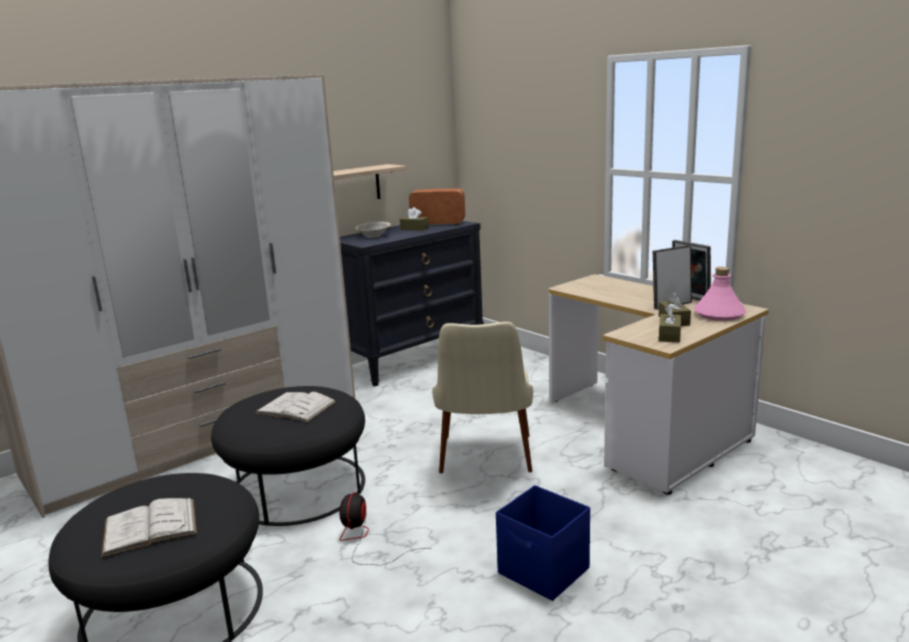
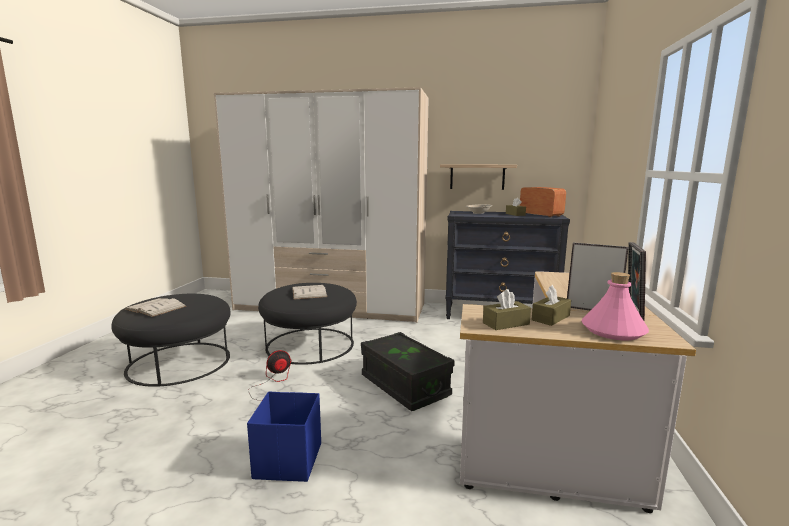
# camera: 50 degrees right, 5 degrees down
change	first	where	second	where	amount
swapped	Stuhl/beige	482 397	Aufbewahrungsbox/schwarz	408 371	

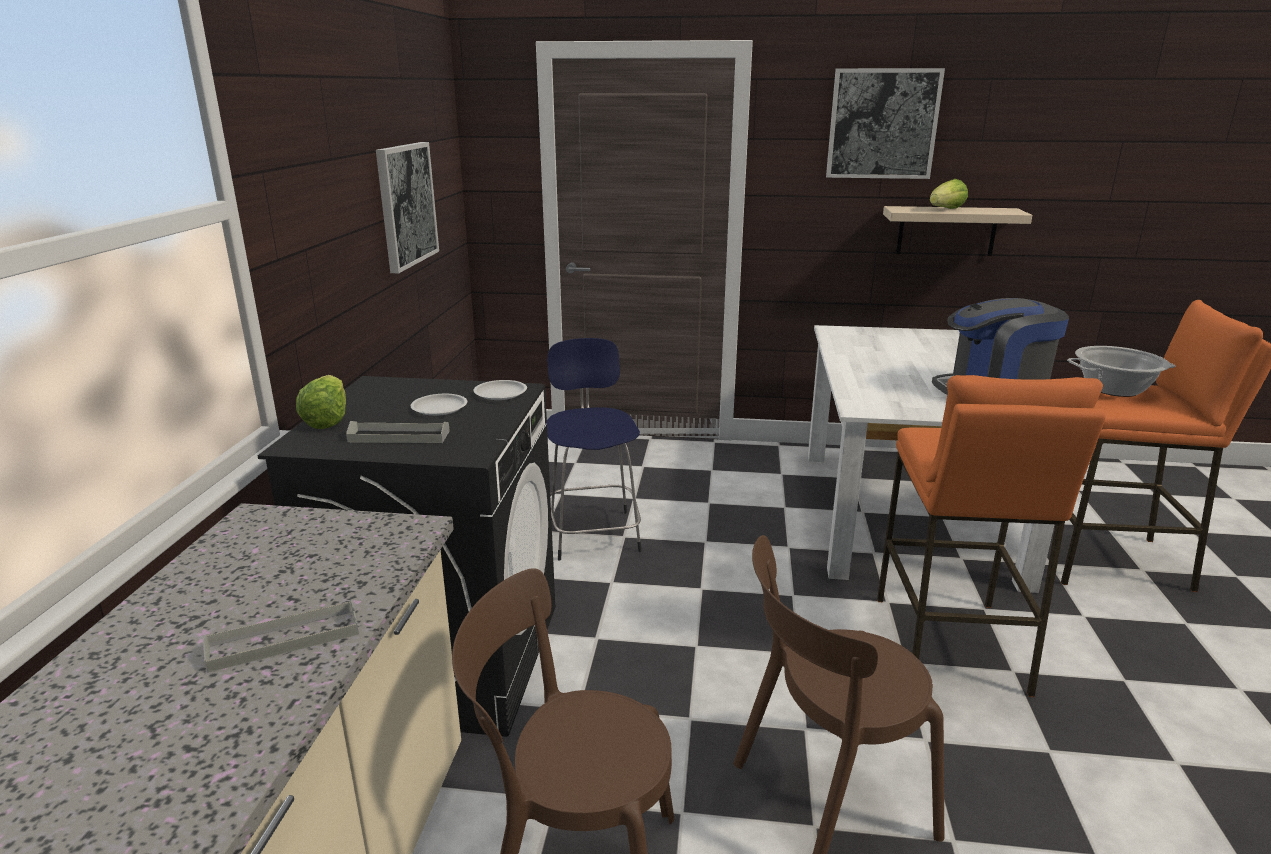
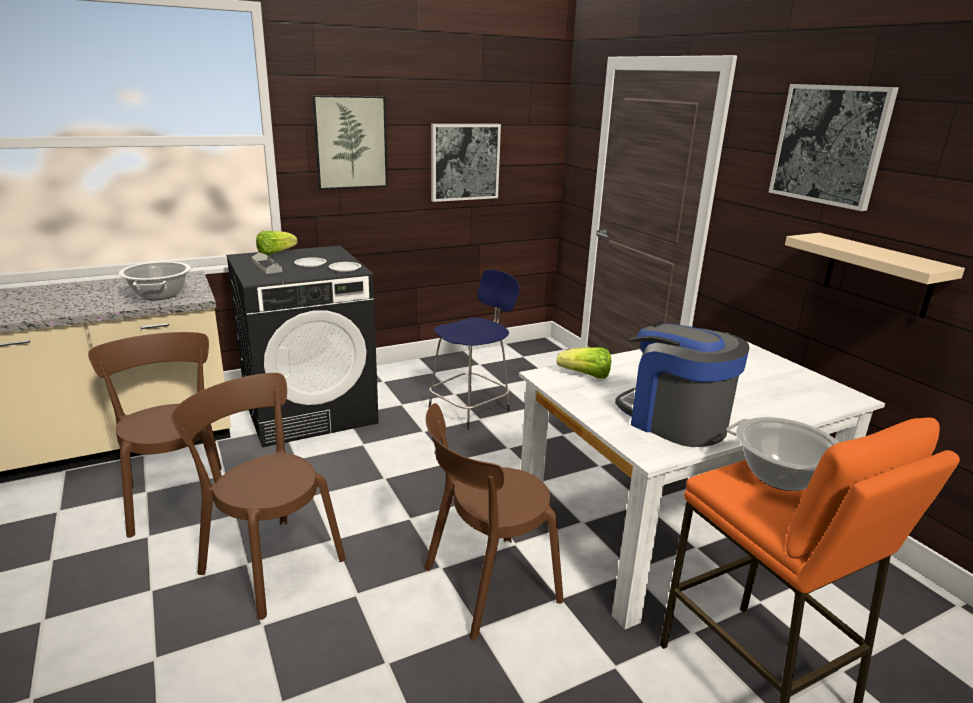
# camera: 55 degrees right, 0 degrees up
change	first	where	second	where	amount
shifted	Salatkopf	949 194		583 363	
swapped	Hocker/orange	991 536	Stuhl/braun	494 521	
gone	Tablett/grau	281 636			
new			Bild	350 142	
new			Kochtopf	154 280	

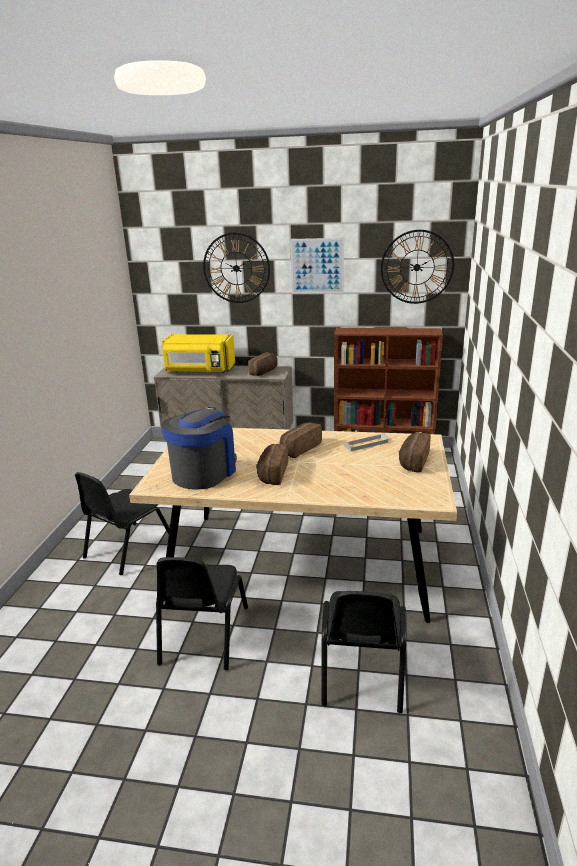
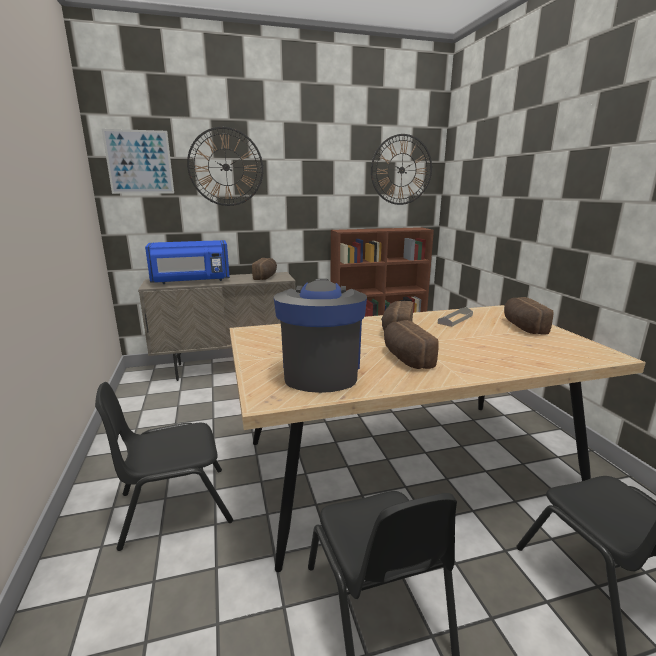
# camera: 25 degrees left, 5 degrees down
change	first	where	second	where	amount
shifted	Bild	317 265		138 161	
repainted	Mikrowelle/gelb	198 353	Mikrowelle/blau	187 262	
rotated	Stuhl/schwarz	122 523		164 466	60 degrees clockwise

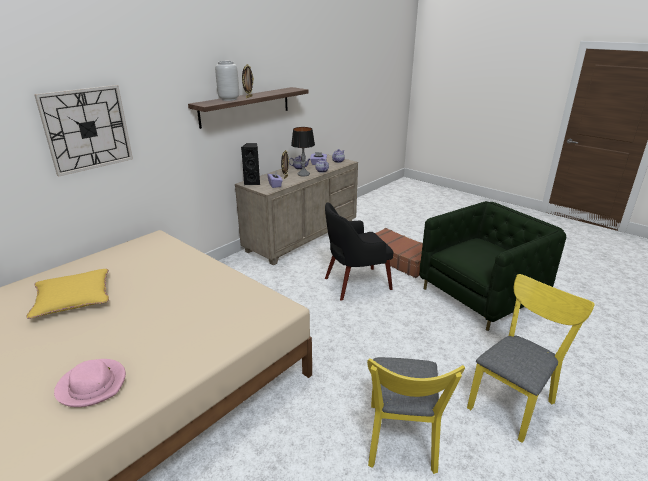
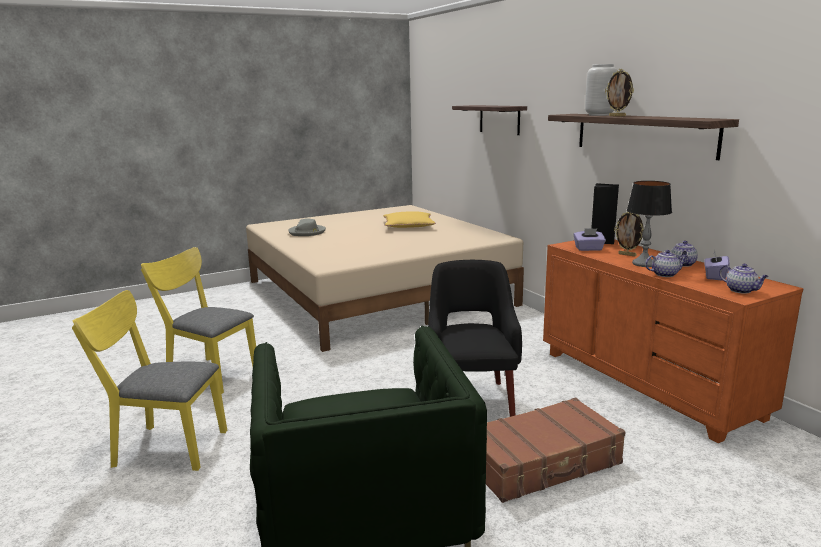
# camera: 110 degrees right, 10 degrees down
change	first	where	second	where	amount
swapped	Wanduhr	83 131	Wandregal	489 120	
repainted	Kommode/beige	296 209	Kommode/orange	673 341	
rotated	Stuhl/gelb	530 358		149 380	120 degrees clockwise
repainted	Hut/rosa	90 383	Hut/grau	307 227	

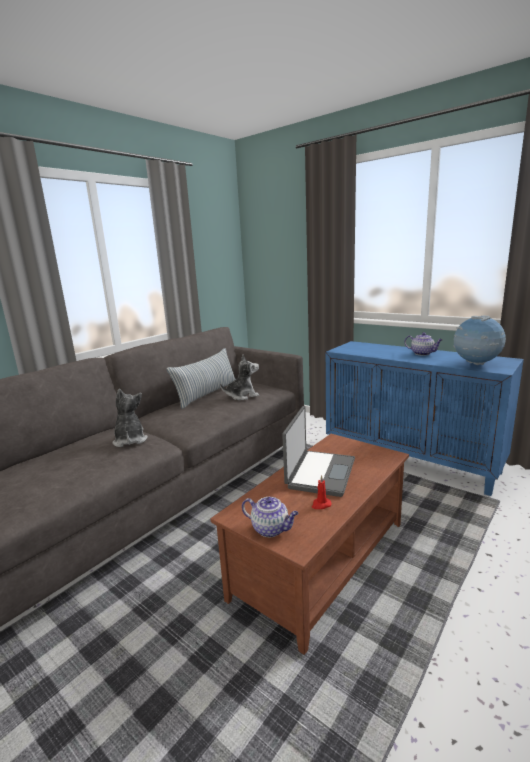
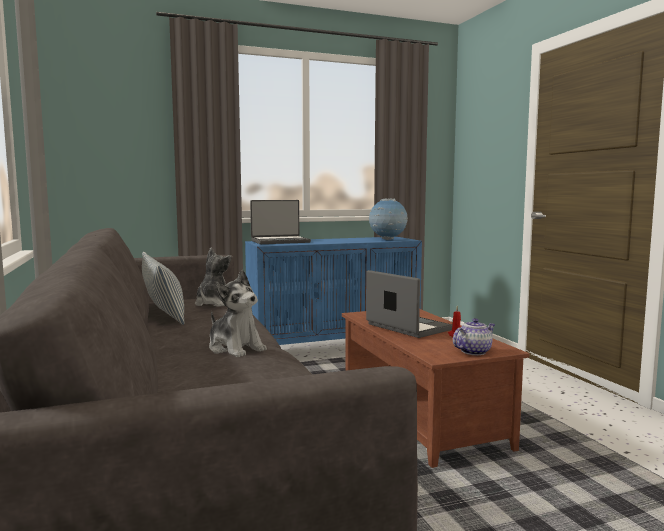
# camera: 60 degrees left, 10 degrees down
change	first	where	second	where	amount
gone	Teekanne	423 344			
rotated	Plüschtier	130 418		238 313	150 degrees counterclockwise
new			Laptop	280 222	

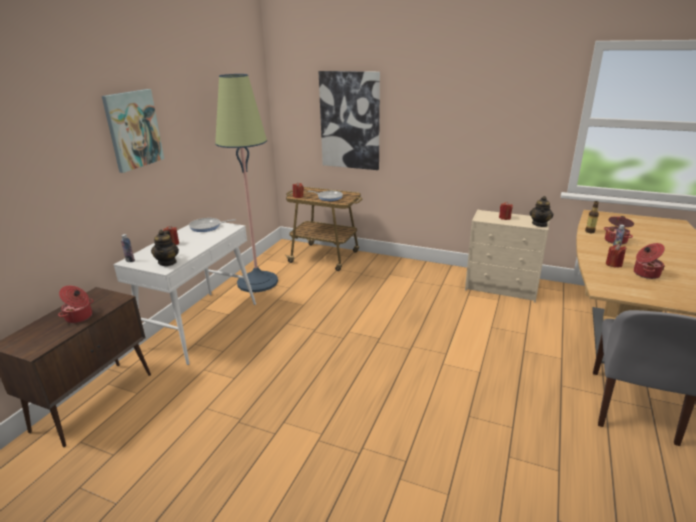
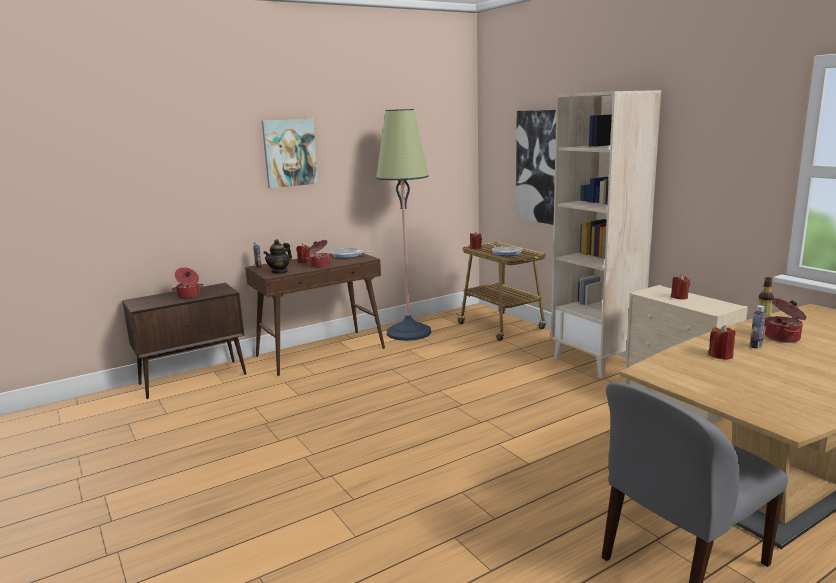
# camera: 35 degrees right, 10 degrees down
change	first	where	second	where	amount
gone	Teekanne	542 211			
repainted	Konsolentisch/weiß	184 293	Konsolentisch/braun	315 314	
shifted	Kochtopf	649 261		319 254	
new			Bücherregal/beige	606 234	

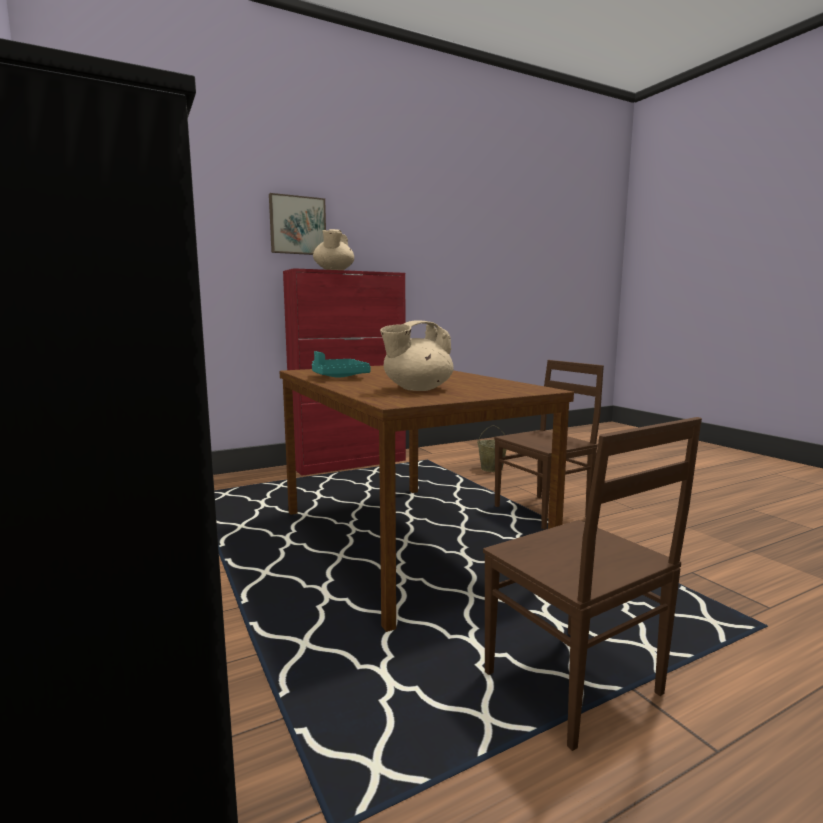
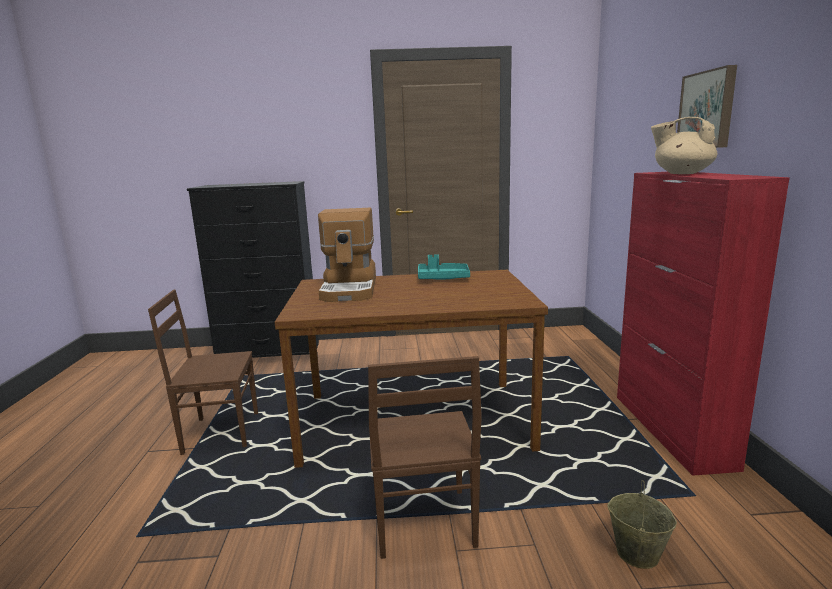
# camera: 115 degrees right, 5 degrees up
change	first	where	second	where	amount
swapped	Teekanne/beige	417 355	Kaffeemaschine	347 255	

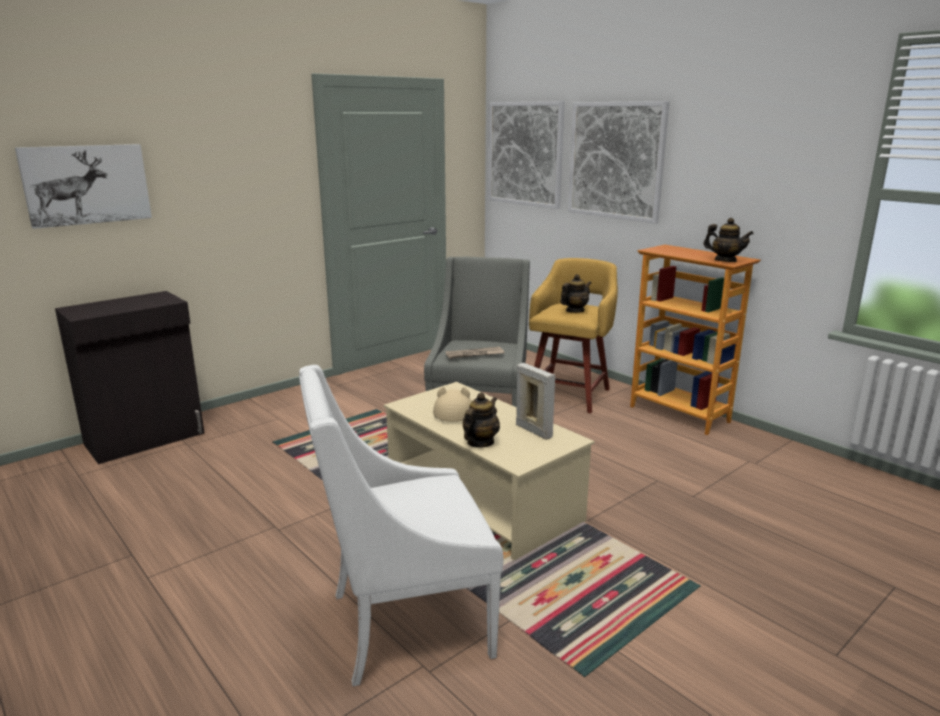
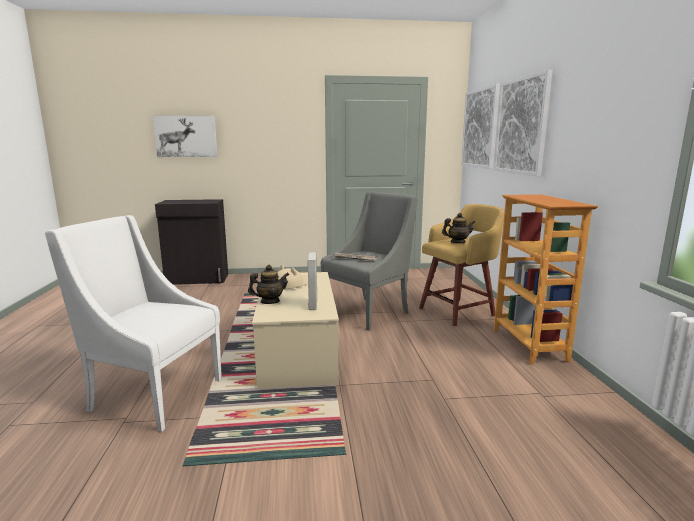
# camera: 35 degrees right, 5 degrees down
change	first	where	second	where	amount
gone	Teekanne	728 240			

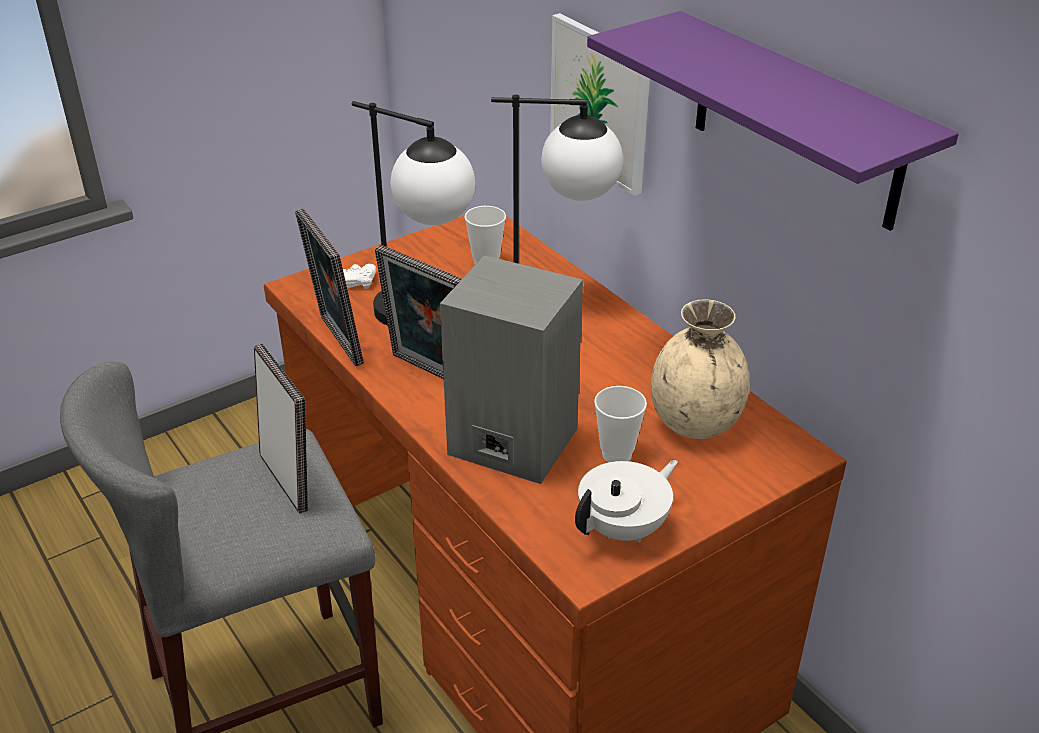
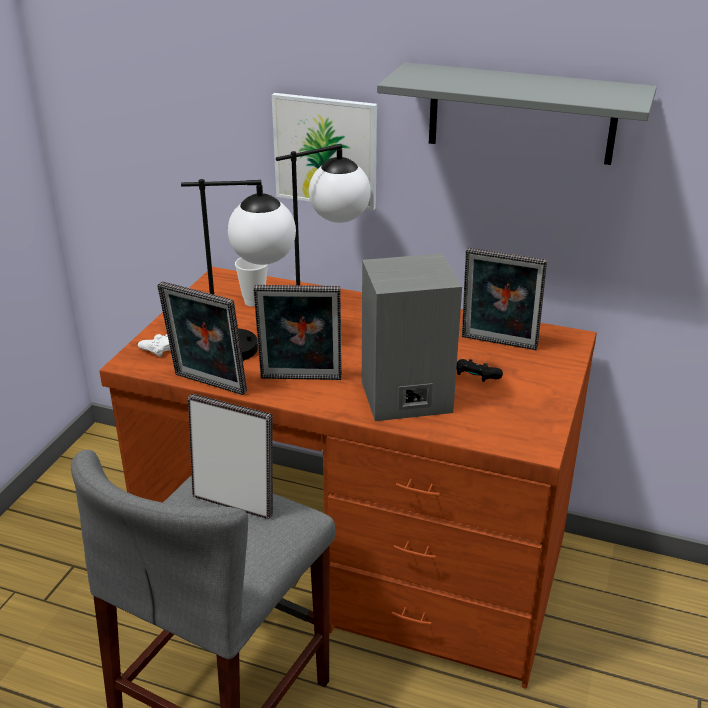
# camera: 35 degrees left, 5 degrees down
change	first	where	second	where	amount
repainted	Wandregal/lila	773 121	Wandregal/grau	517 113	
swapped	Vase/beige	700 369	Bilderrahmen	504 298	
swapped	Tasse	620 424	Gamepad/schwarz	480 370	
gone	Teekanne/weiß	626 501			

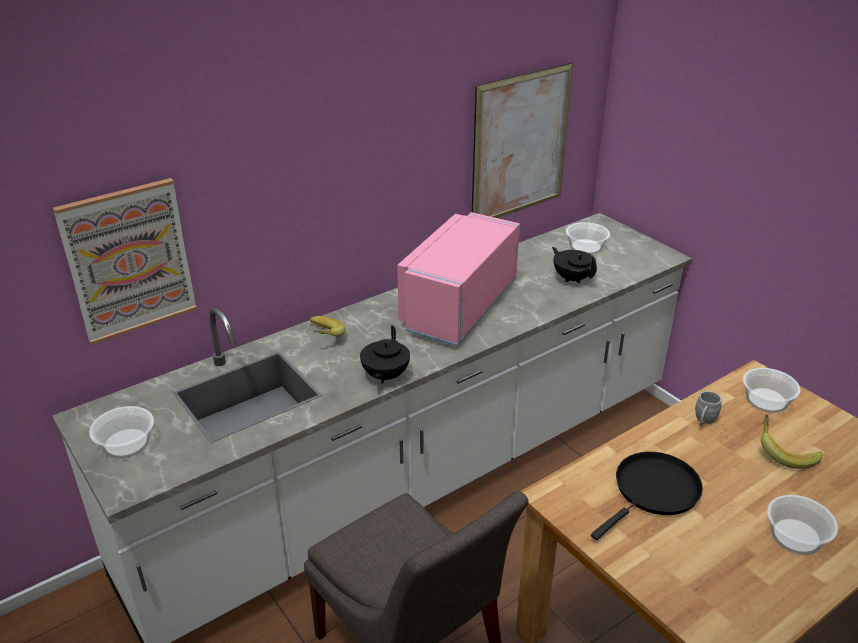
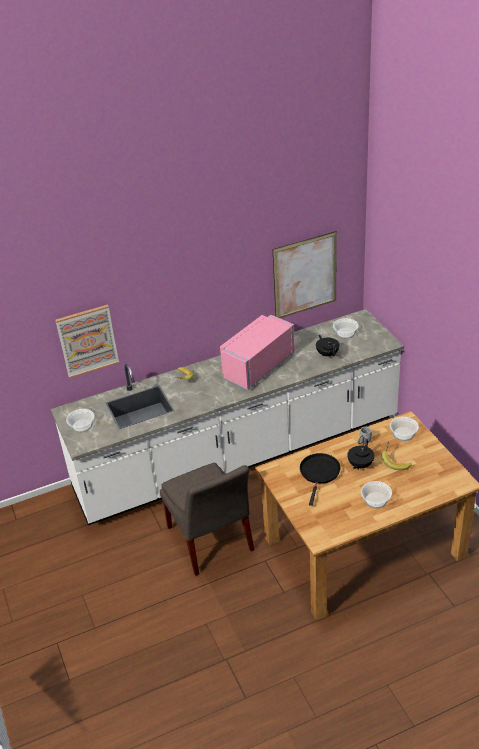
# camera: 15 degrees right, 5 degrees up
change	first	where	second	where	amount
shifted	Teekanne/schwarz	385 354		360 454	
rotated	Pfanne/schwarz	647 496		320 479	45 degrees counterclockwise

